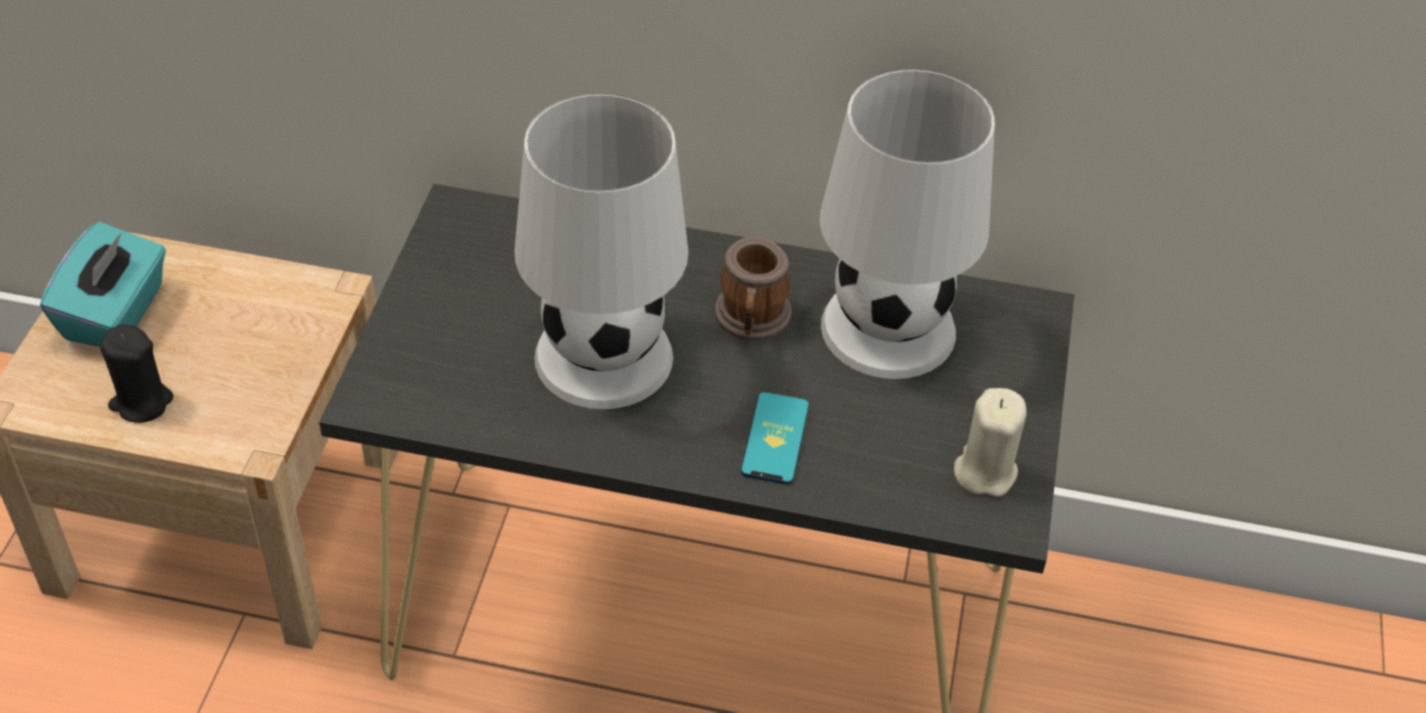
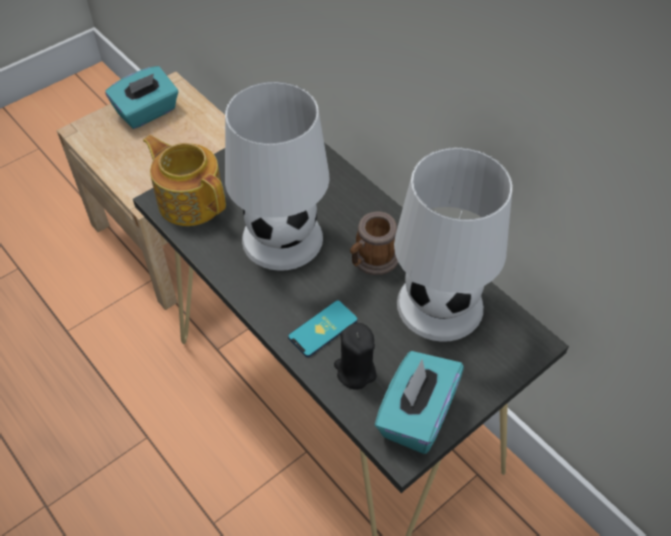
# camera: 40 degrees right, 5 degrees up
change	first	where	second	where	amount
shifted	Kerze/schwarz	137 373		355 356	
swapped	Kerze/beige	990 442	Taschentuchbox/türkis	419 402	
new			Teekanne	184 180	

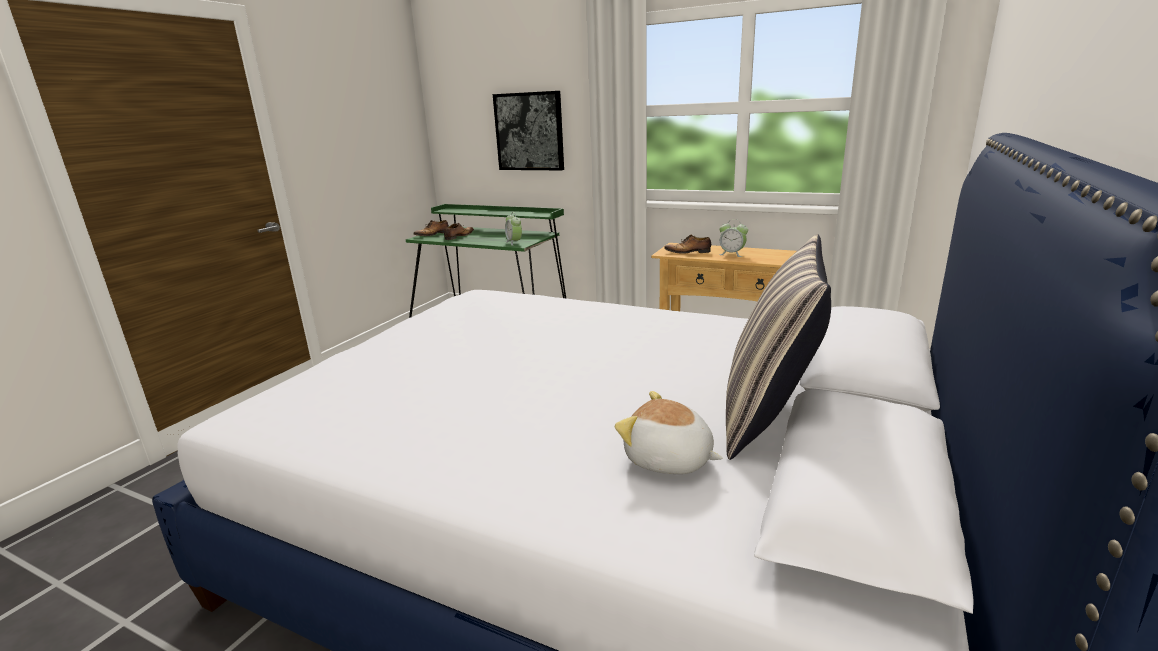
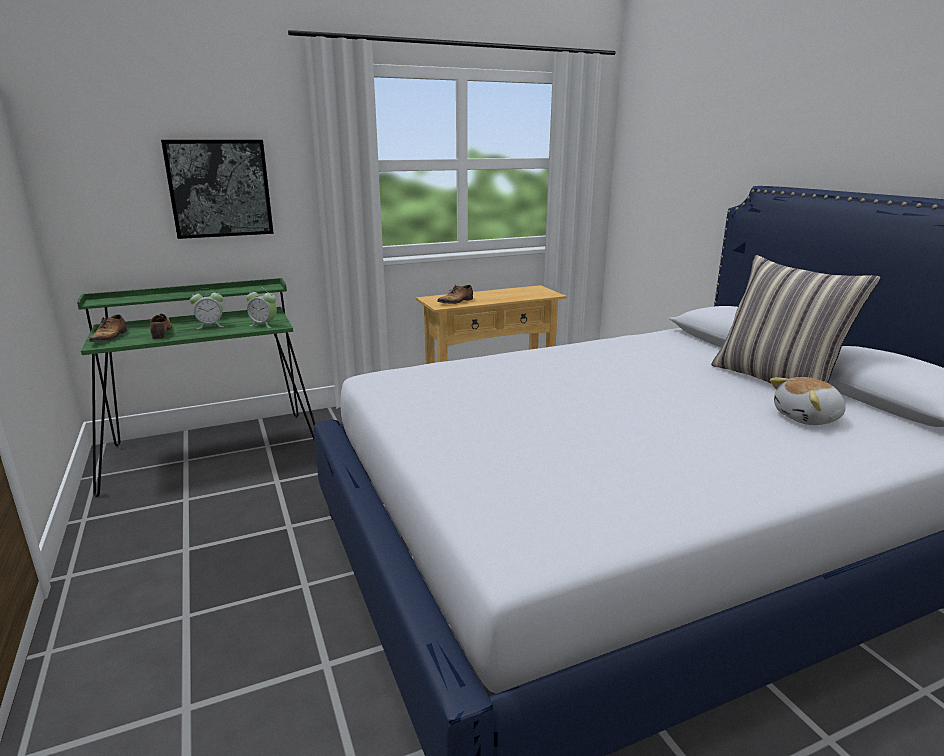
# camera: 50 degrees left, 0 degrees up
change	first	where	second	where	amount
shifted	Wecker	733 238		207 308	

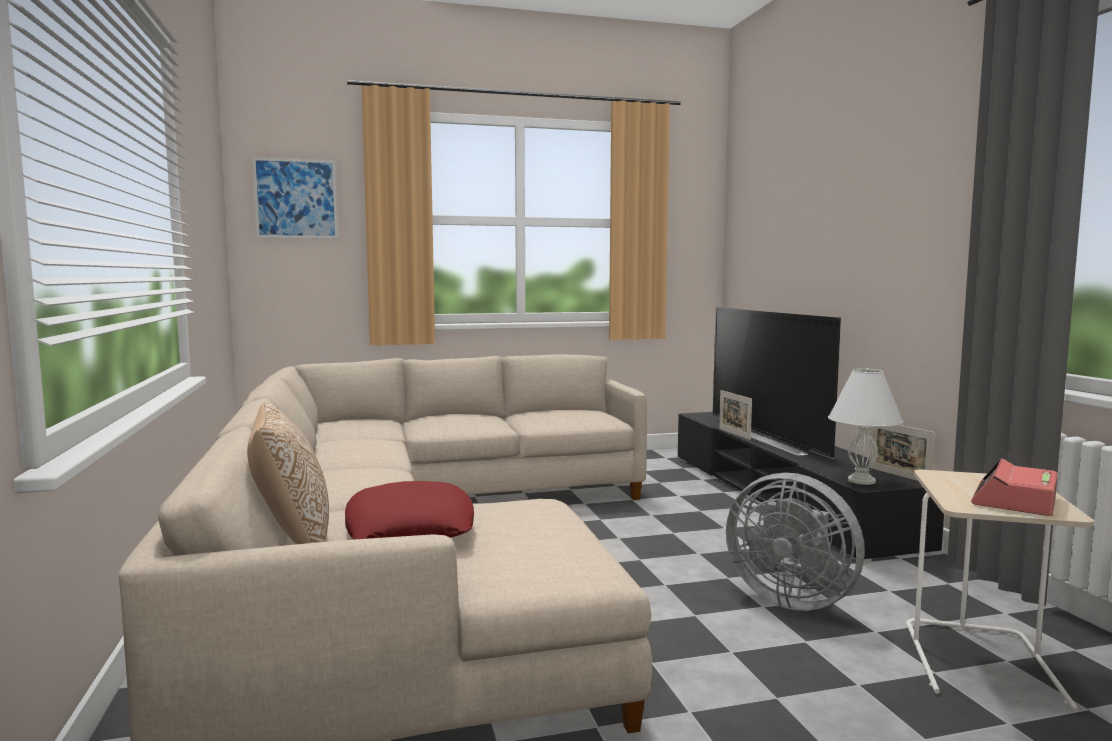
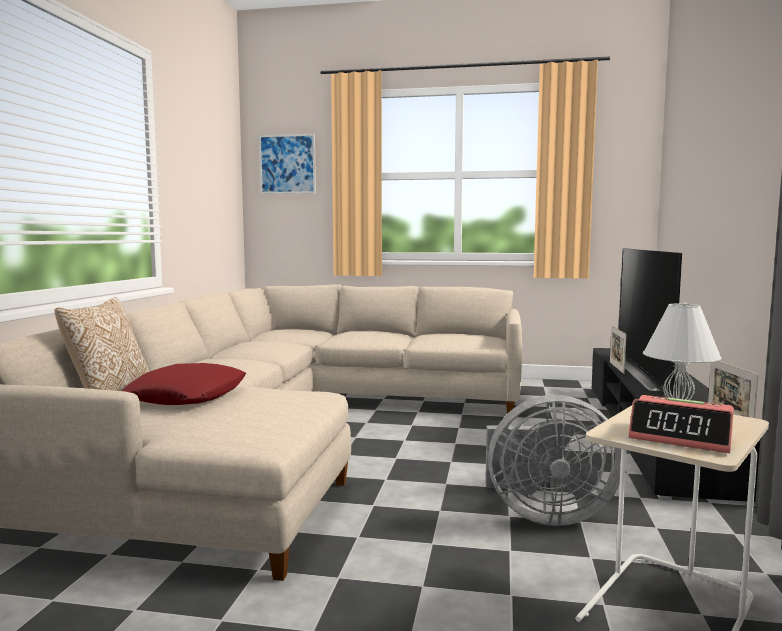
# camera: 25 degrees right, 0 degrees up
change	first	where	second	where	amount
rotated	Wecker	1014 487		681 424	120 degrees counterclockwise
rotated	Ventilator/grau	795 542		553 460	60 degrees counterclockwise

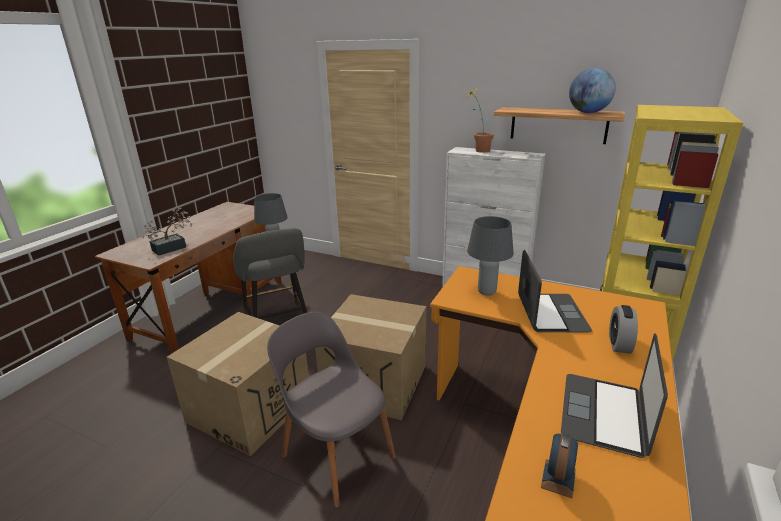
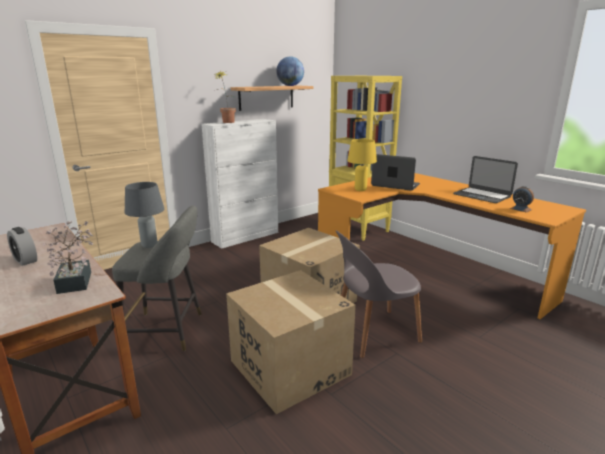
# camera: 65 degrees left, 5 degrees down
change	first	where	second	where	amount
repainted	Tischlampe/grau	490 256	Tischlampe/gelb	362 165	
shifted	Wecker	623 329		22 246	

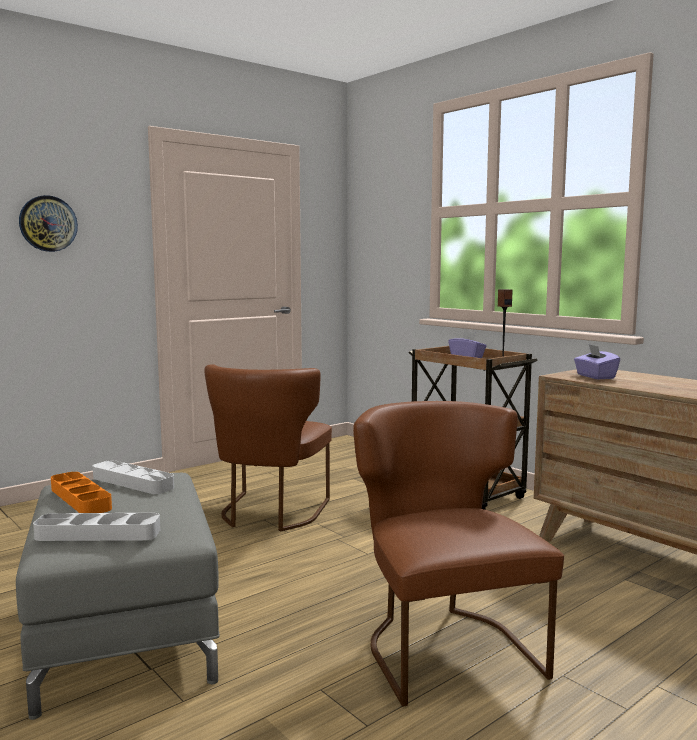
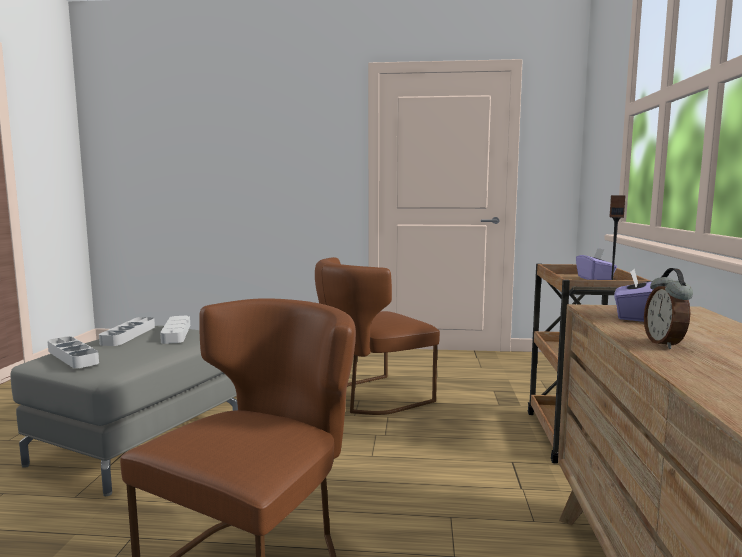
# camera: 45 degrees right, 0 degrees up
change	first	where	second	where	amount
gone	Wanduhr	48 223			
repainted	Tablett/orange	81 492	Tablett/grau	127 331	
new			Wecker	668 308	

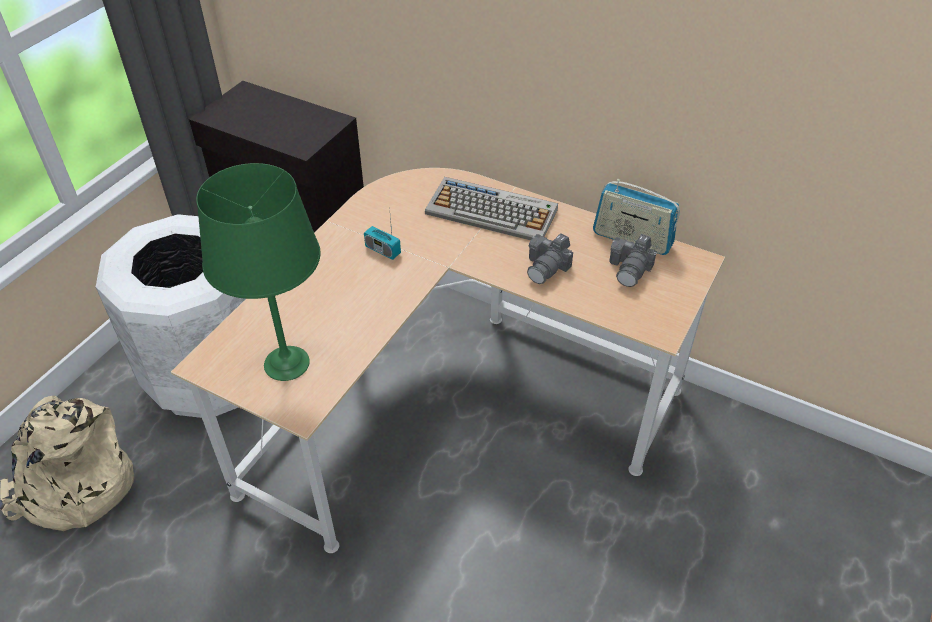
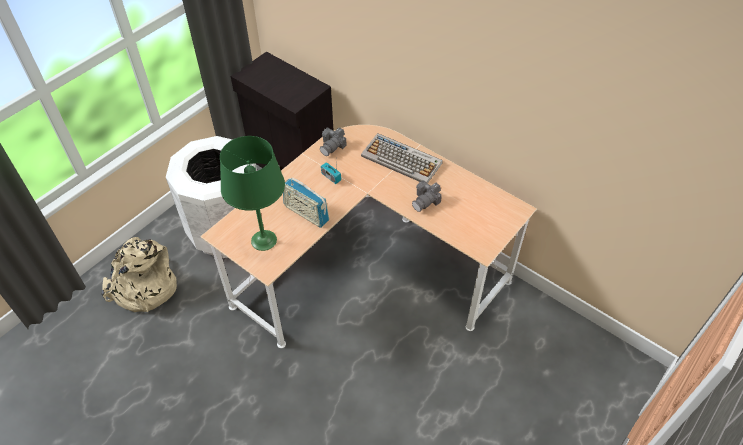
# camera: 10 degrees right, 5 degrees up
change	first	where	second	where	amount
shifted	Radio	636 217		306 203	
shifted	Kamera	633 260		333 141	

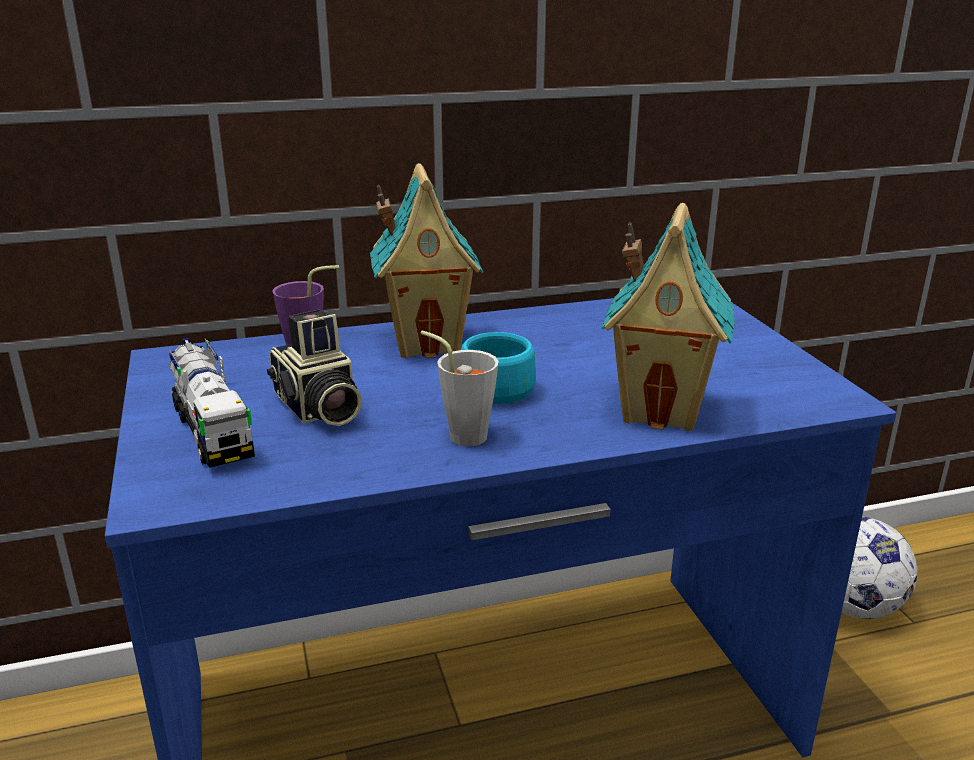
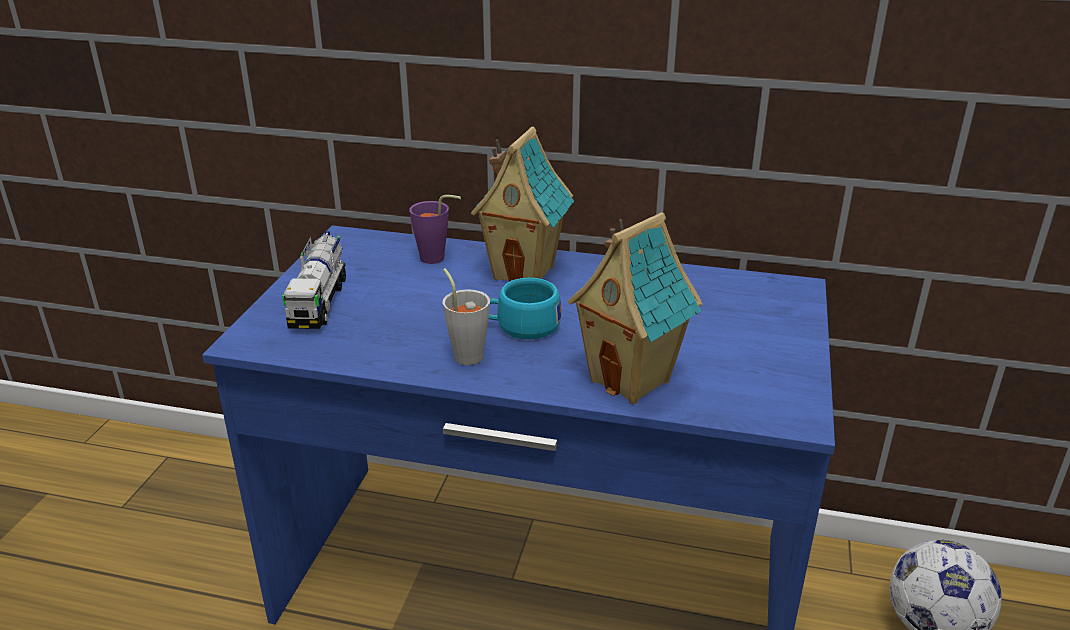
# camera: 30 degrees right, 5 degrees up
change	first	where	second	where	amount
gone	Kamera	314 368			

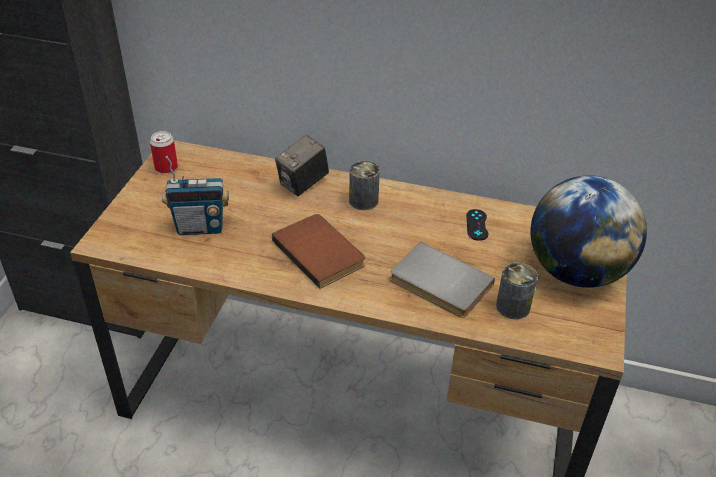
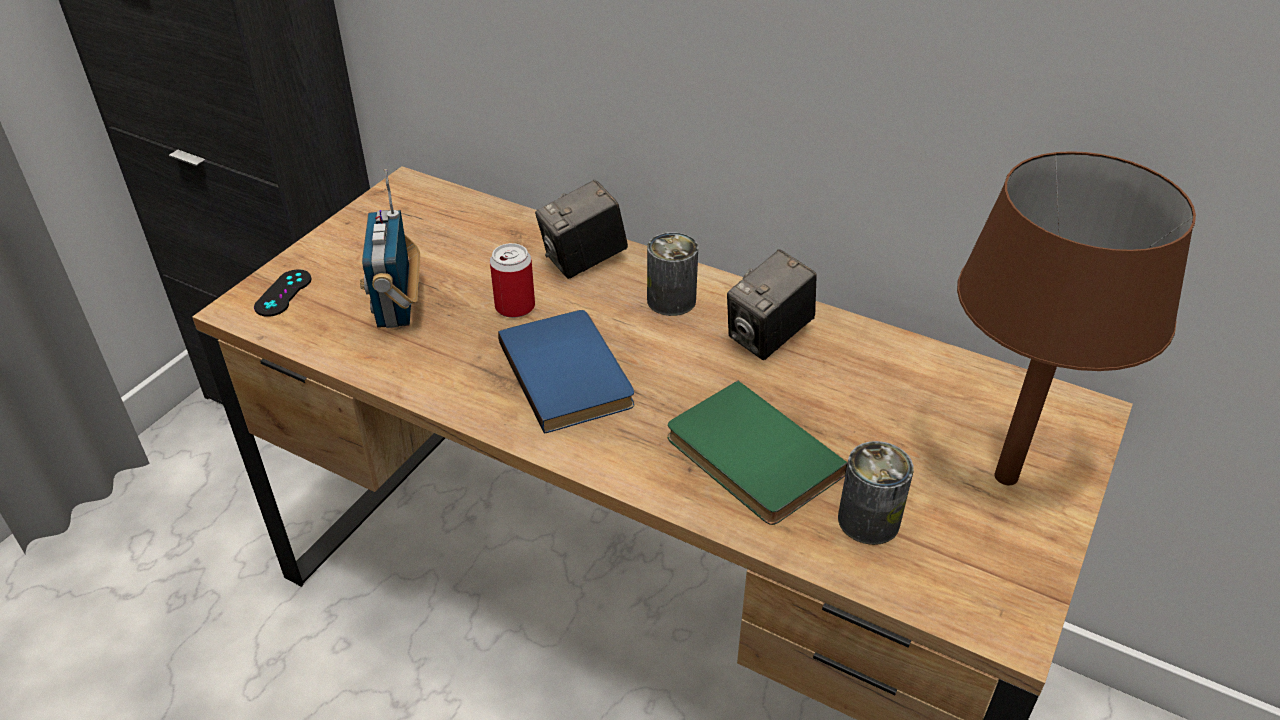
# camera: 15 degrees right, 0 degrees up
change	first	where	second	where	amount
shifted	Dose	164 152		512 280	
rotated	Radio	195 195		390 248	75 degrees clockwise
swapped	Globus	589 231	Tischlampe/braun	1076 318	
shifted	Gamepad/schwarz	477 225		283 293	
repainted	Buch/braun	318 251	Buch/blau	566 372	
repainted	Buch/grau	442 280	Buch/grün	757 453	
new			Kamera	772 304	

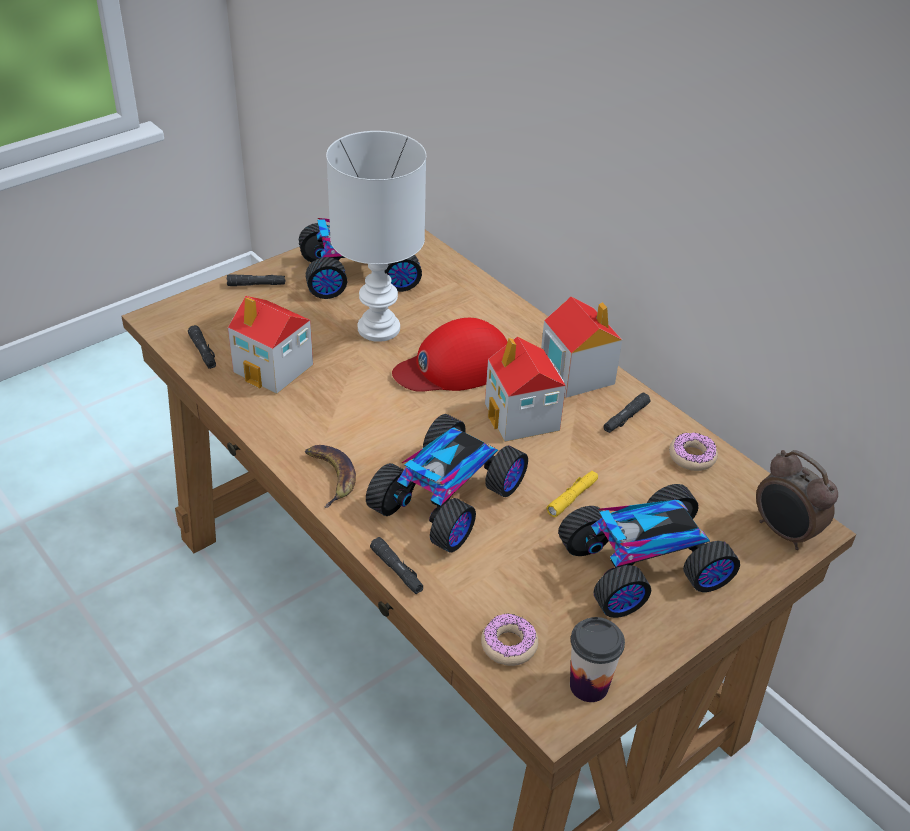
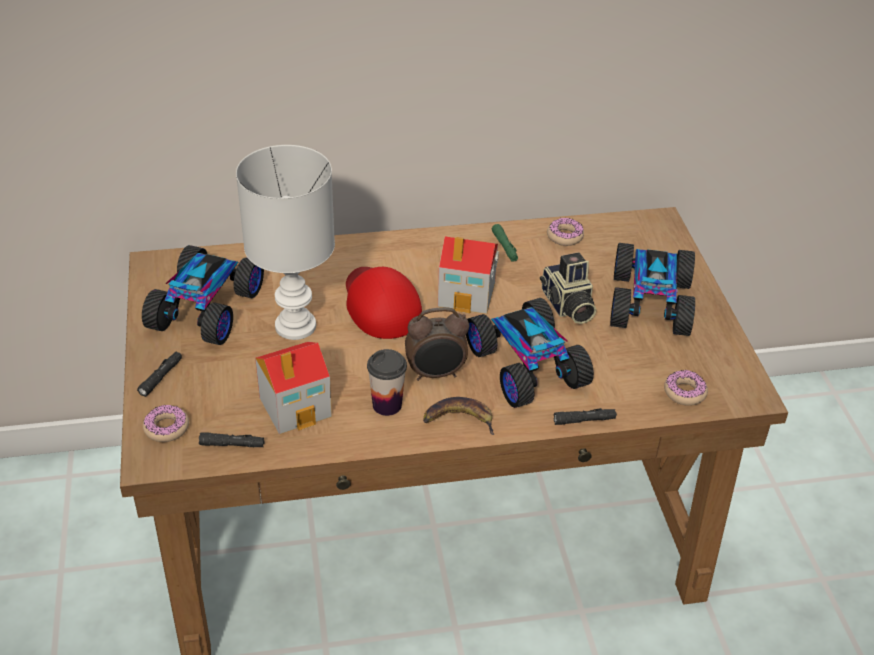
# camera: 60 degrees left, 0 degrees up
change	first	where	second	where	amount
gone	Spielzeughaus	581 347			
rotated	Kappe/rot	449 355		384 303	150 degrees clockwise
repainted	Taschenlampe/schwarz	627 413	Taschenlampe/grün	505 243	
shifted	Wecker	797 500		437 344	
swapped	Taschenlampe/gelb	572 494	Kamera	568 288	
shifted	Tasse	597 659		387 382	
new			Donut	166 423	

